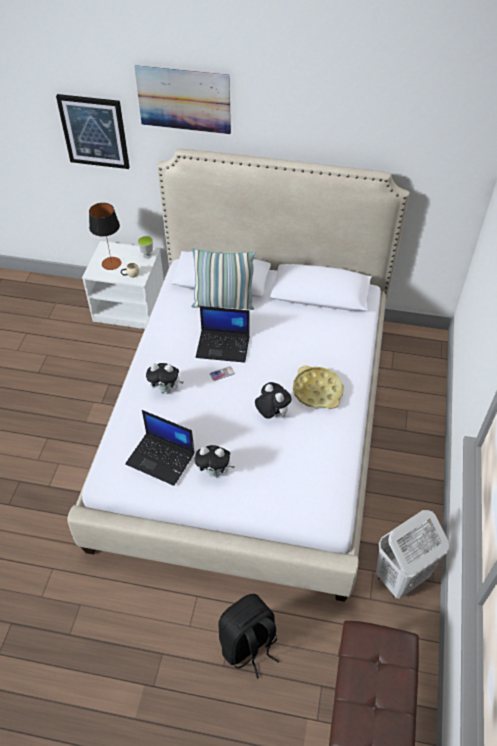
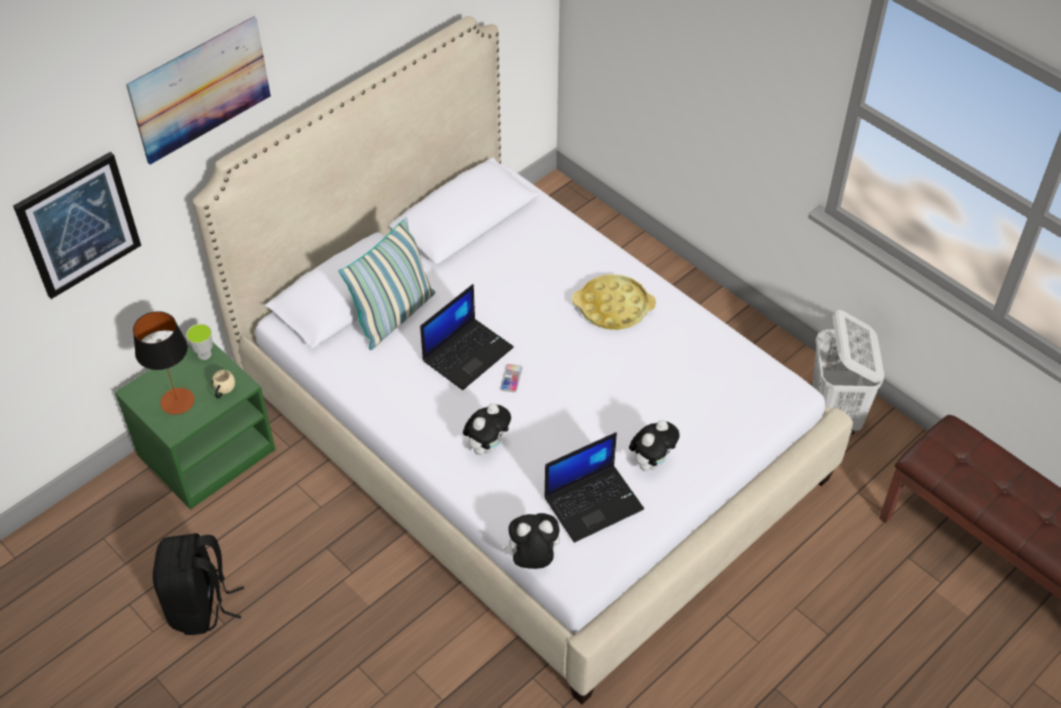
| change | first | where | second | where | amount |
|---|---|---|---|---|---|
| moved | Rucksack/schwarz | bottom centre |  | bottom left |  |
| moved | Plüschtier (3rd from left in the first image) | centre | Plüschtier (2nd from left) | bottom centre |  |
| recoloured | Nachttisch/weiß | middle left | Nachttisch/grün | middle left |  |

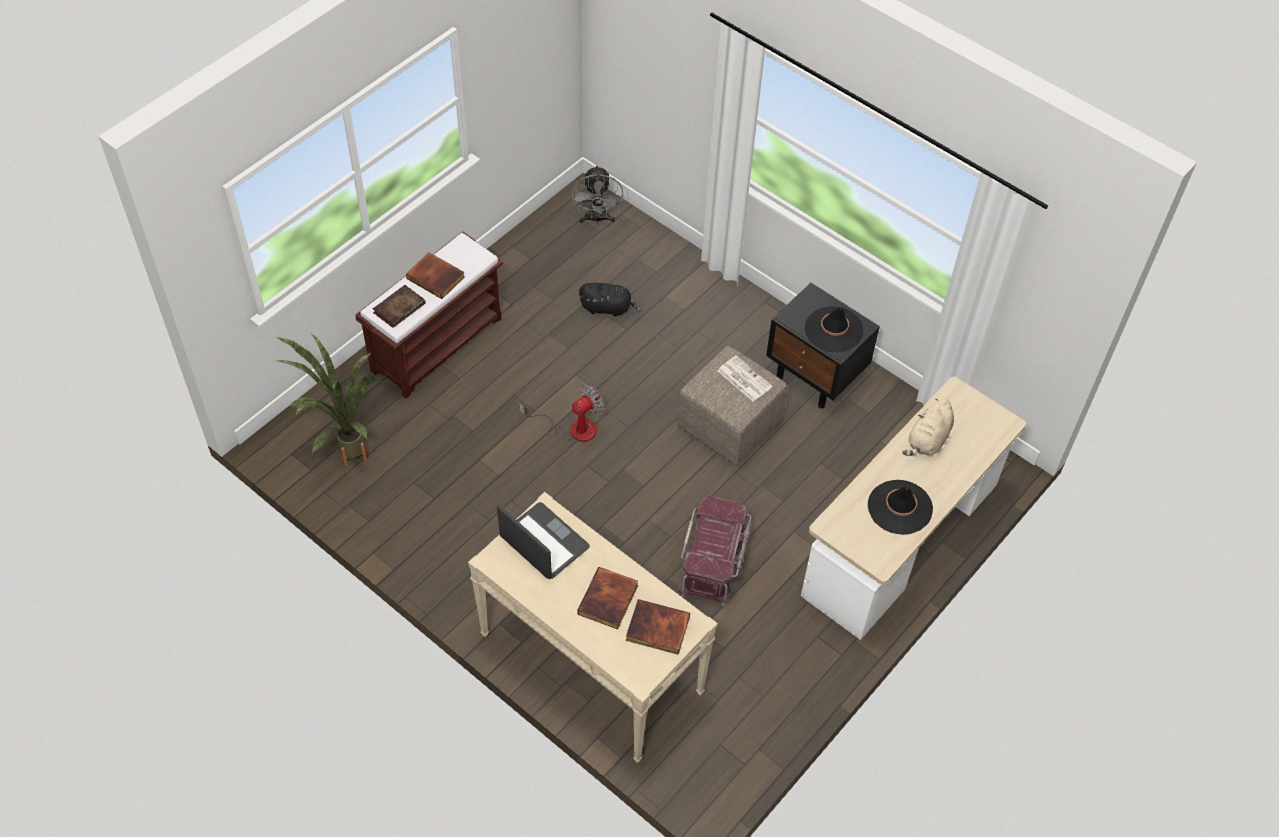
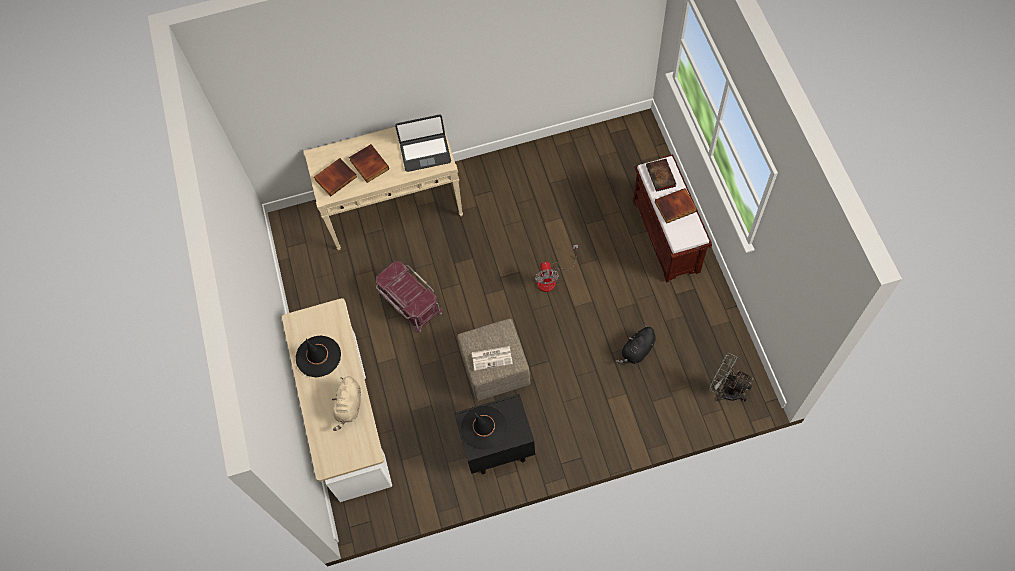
| change | first | where | second | where | amount |
|---|---|---|---|---|---|
| removed | Topfpflanze | middle left |  |  |  |
| turned | Plüschtier/beige | middle right |  | bottom centre | 150 degrees counterclockwise |

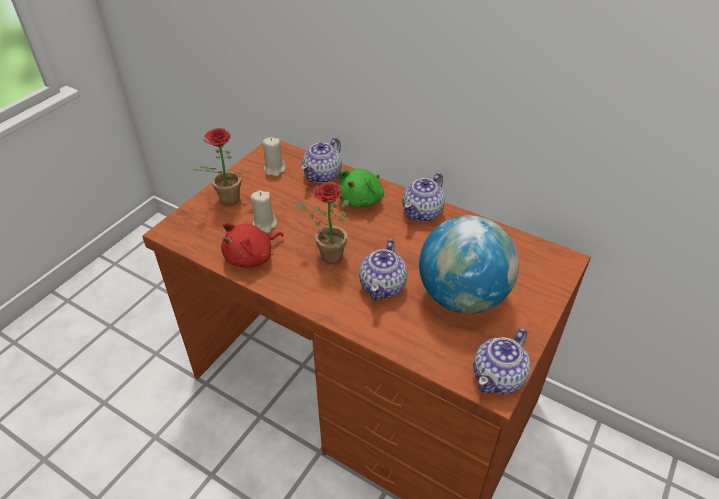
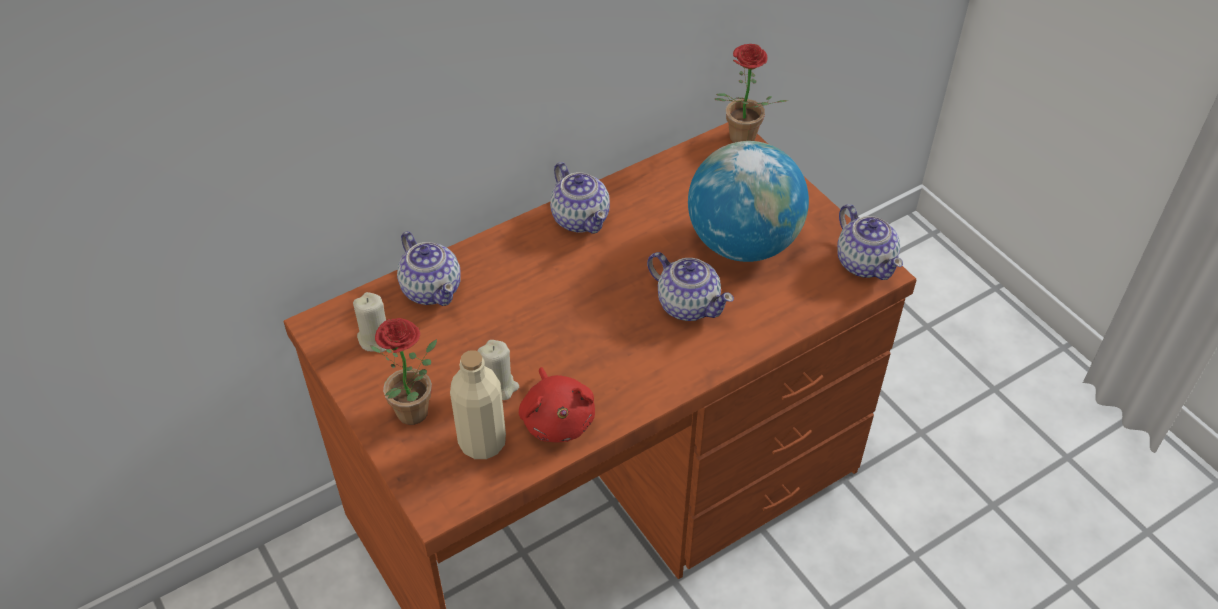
| change | first | where | second | where | amount |
|---|---|---|---|---|---|
| removed | Plüschtier/grün | centre |  |  |  |
| added |  |  | Flasche/beige | centre |  |
| moved | Topfpflanze (2nd from left) | centre |  | top centre |  |

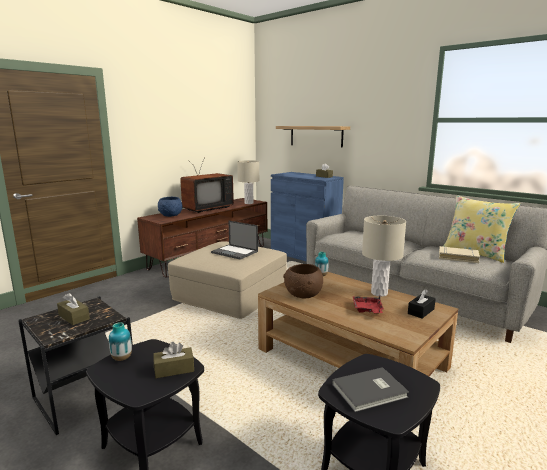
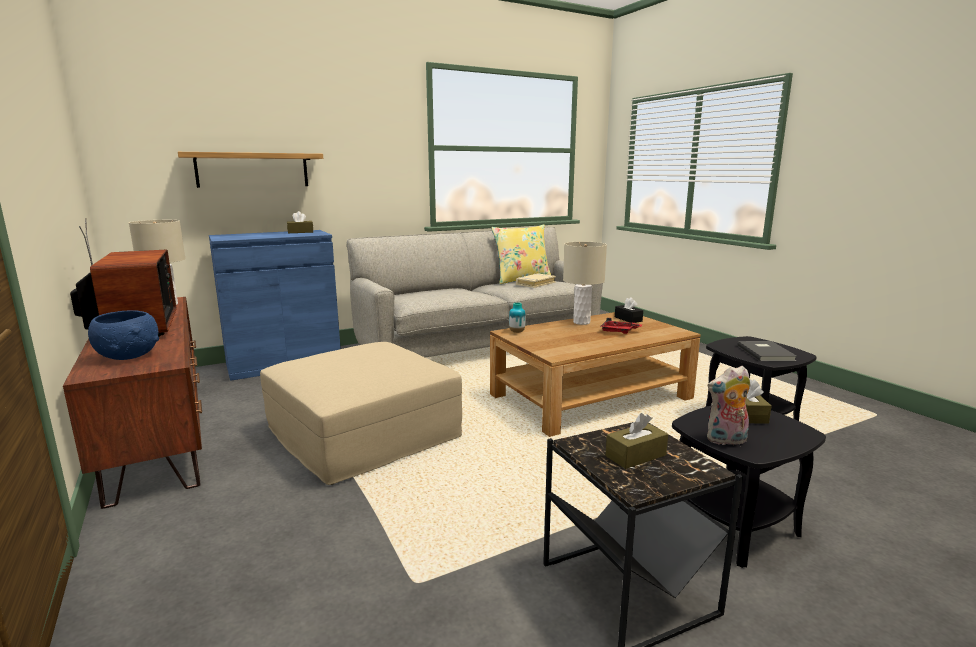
| change | first | where | second | where | amount |
|---|---|---|---|---|---|
| removed | Laptop | centre |  |  |  |
| removed | Schüssel/braun | centre |  |  |  |
| replaced | Vase (1st from left) | bottom left | Plüschtier | middle right |  |

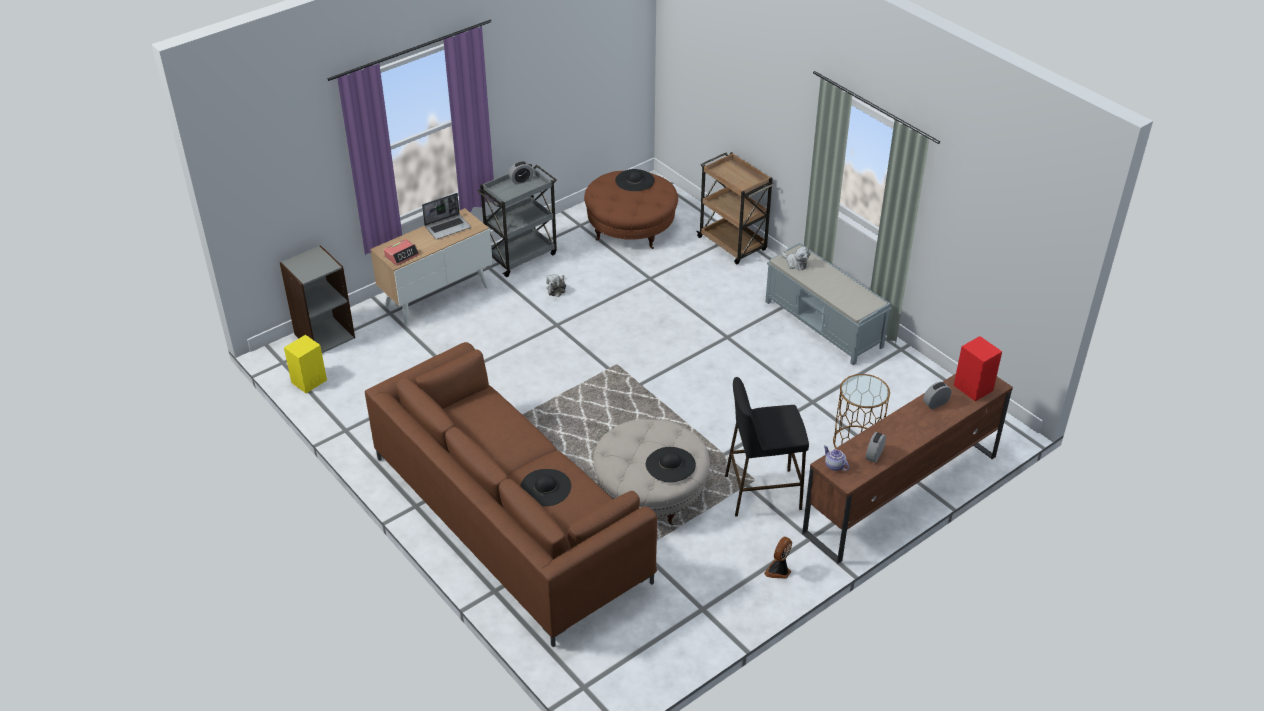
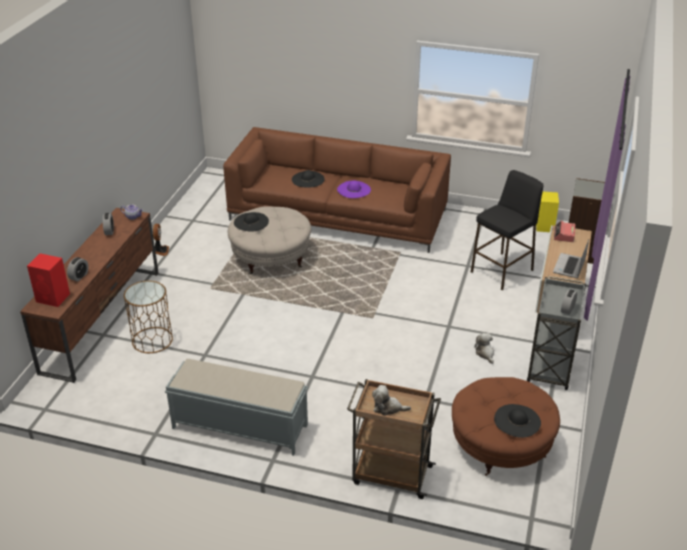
| change | first | where | second | where | amount |
|---|---|---|---|---|---|
| added |  |  | Hut/lila | centre |  |
| moved | Hocker/schwarz | centre |  | middle right |  |
| moved | Plüschtier (2nd from left in the first image) | centre | Plüschtier (1st from left) | bottom centre |  |

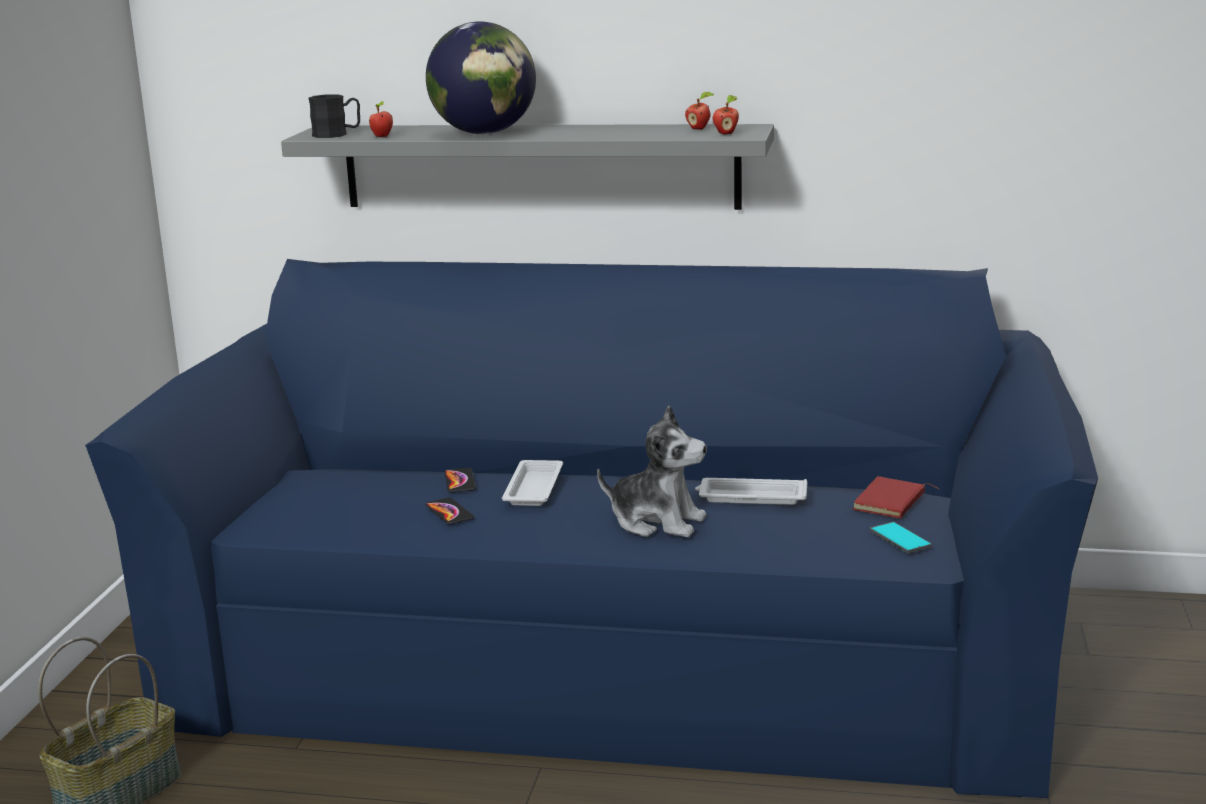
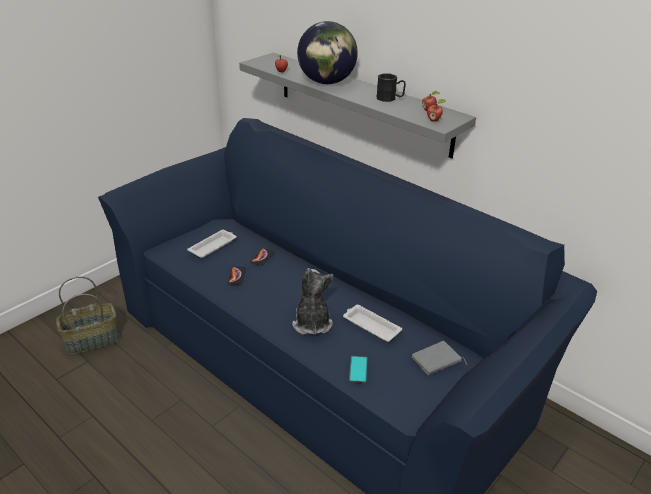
| change | first | where | second | where | amount |
|---|---|---|---|---|---|
| moved | Henkelbecher/schwarz | top left |  | top centre |  |
| moved | Tablett/weiß (1st from left) | centre |  | middle left |  |
| moved | Handy (3rd from left) | bottom right |  | bottom centre |  |
| recoloured | Buch/rot | middle right | Buch/grau | bottom right |  |
| turned | Plüschtier | centre |  | centre | 150 degrees counterclockwise |

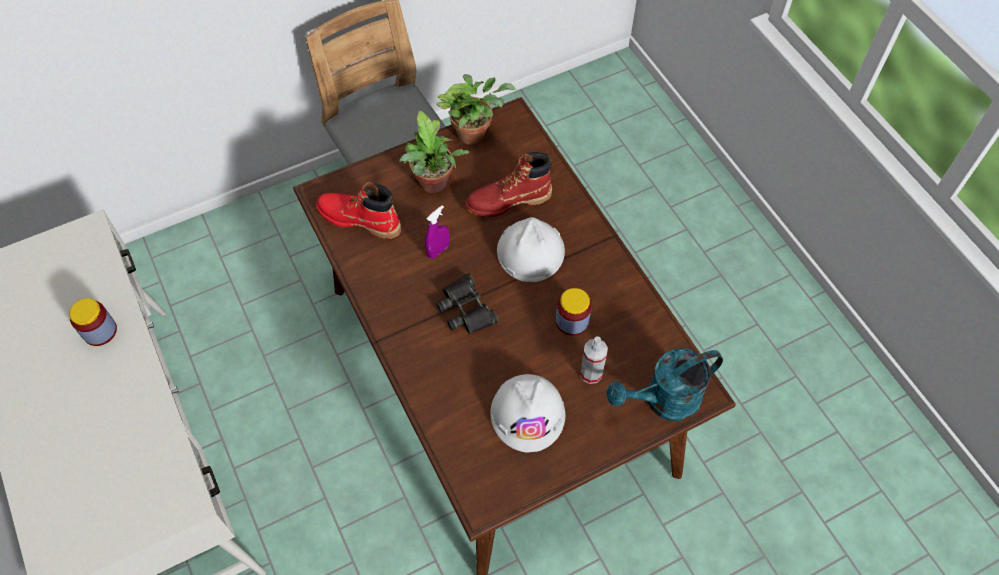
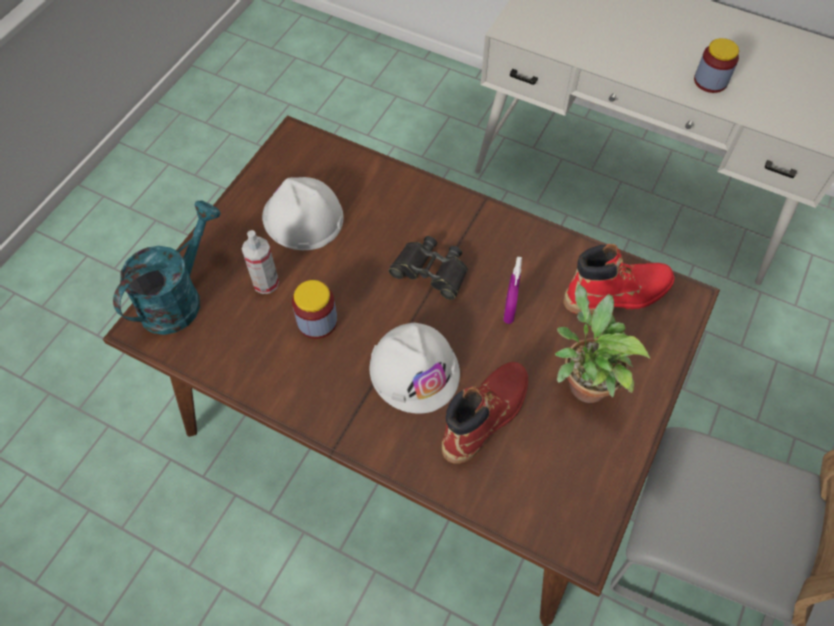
| change | first | where | second | where | amount |
|---|---|---|---|---|---|
| removed | Topfpflanze (2nd from left) | top centre |  |  |  |

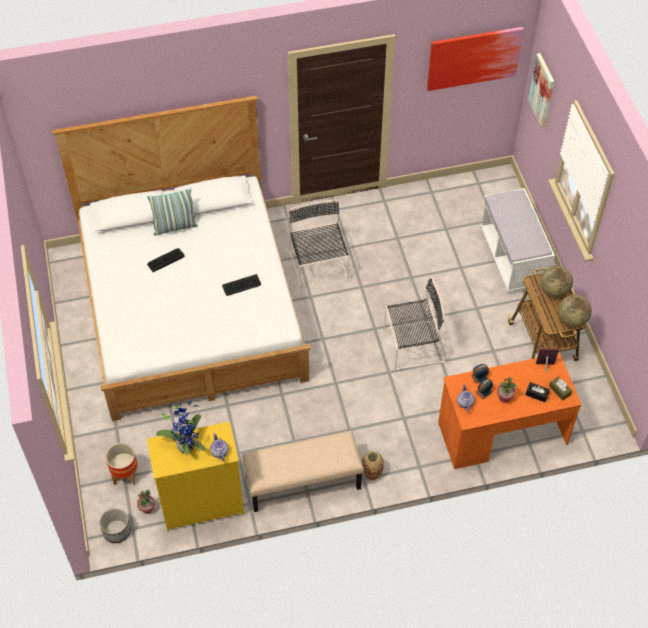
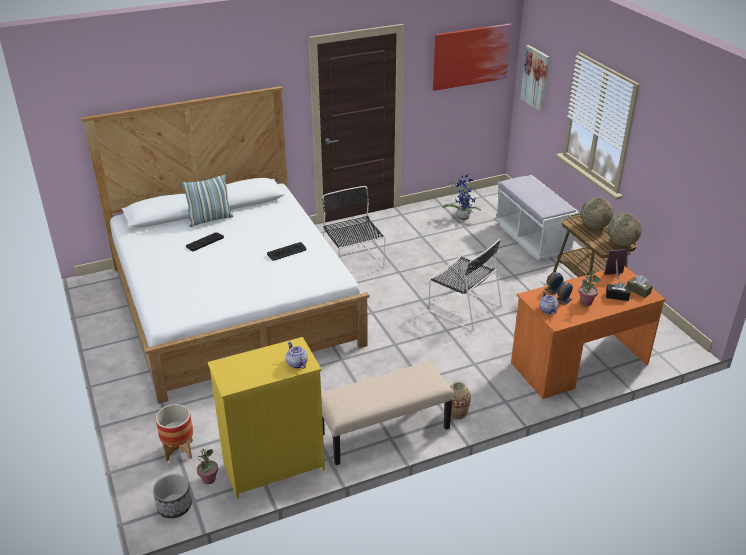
| change | first | where | second | where | amount |
|---|---|---|---|---|---|
| moved | Topfpflanze (2nd from left) | bottom left |  | centre |  |
| turned | Stuhl/schwarz (2nd from left) | centre |  | centre | 60 degrees clockwise |

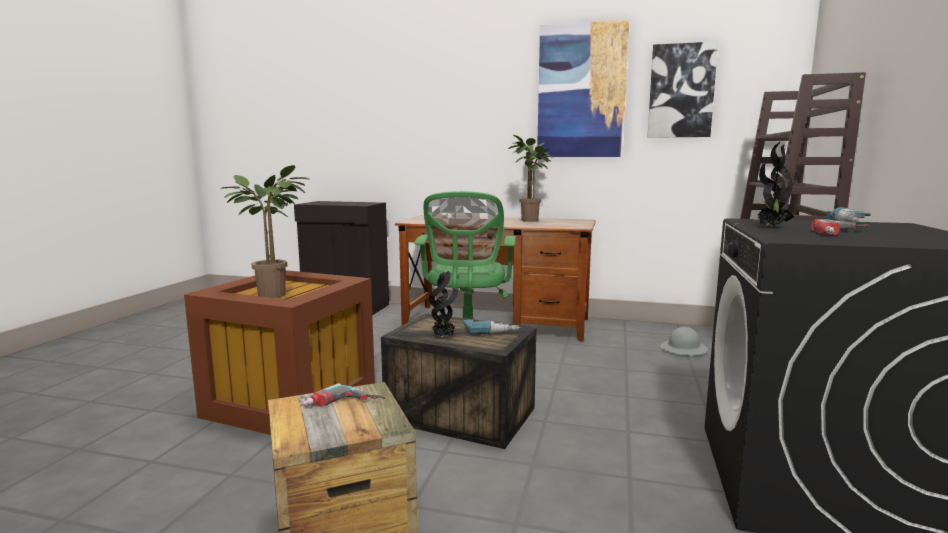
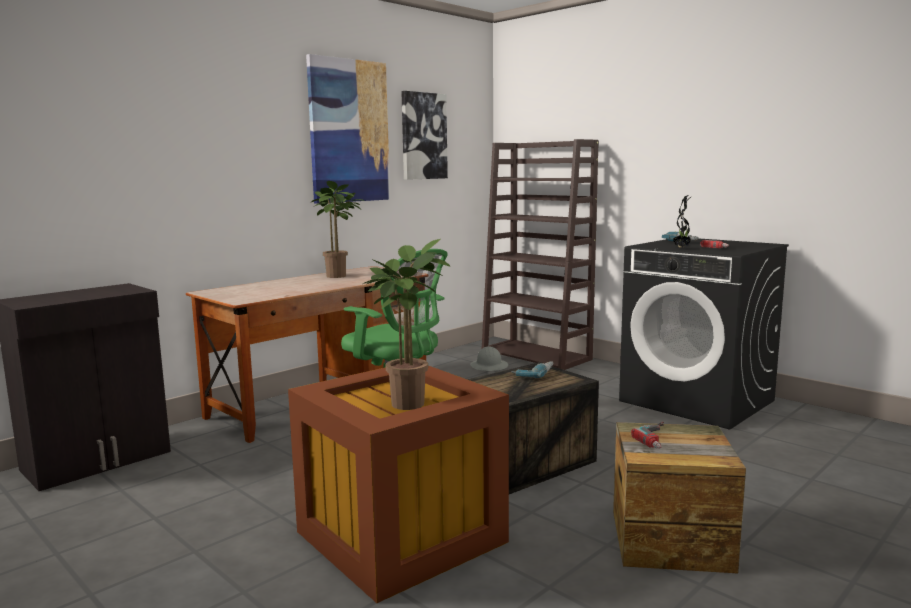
| change | first | where | second | where | amount |
|---|---|---|---|---|---|
| removed | Topfpflanze (2nd from left) | centre |  |  |  |

